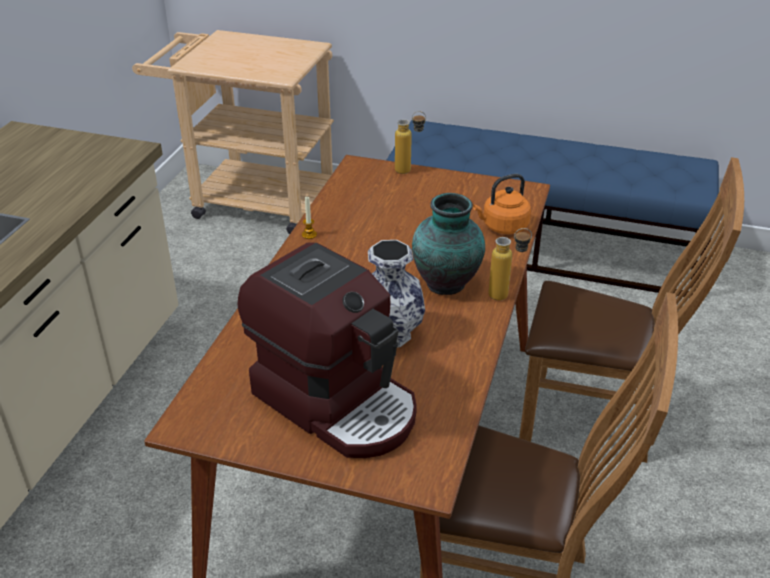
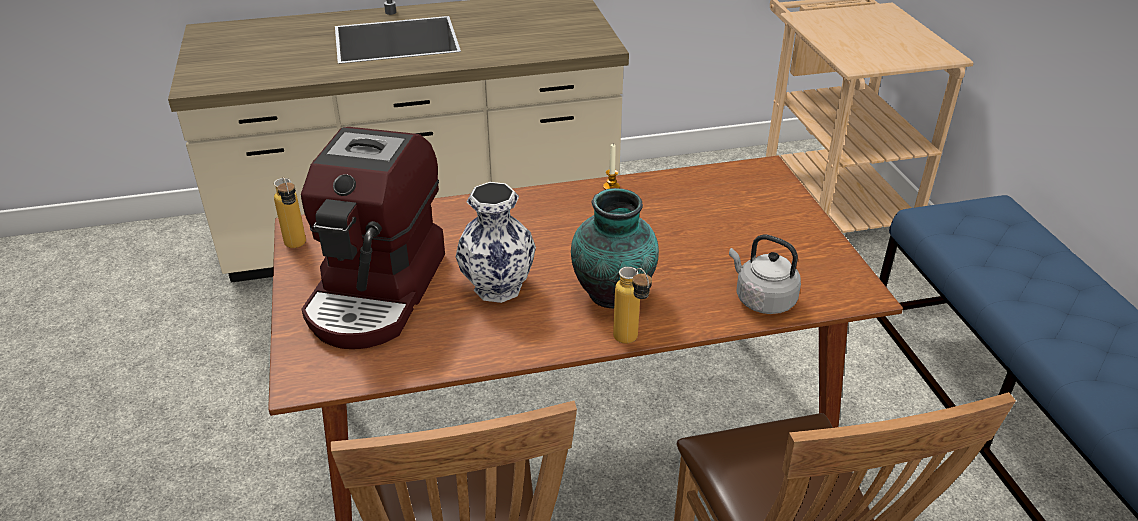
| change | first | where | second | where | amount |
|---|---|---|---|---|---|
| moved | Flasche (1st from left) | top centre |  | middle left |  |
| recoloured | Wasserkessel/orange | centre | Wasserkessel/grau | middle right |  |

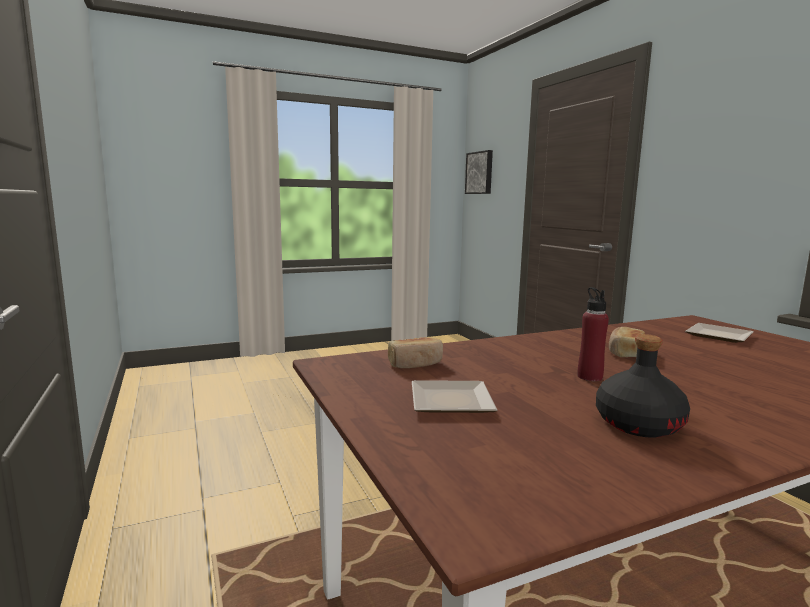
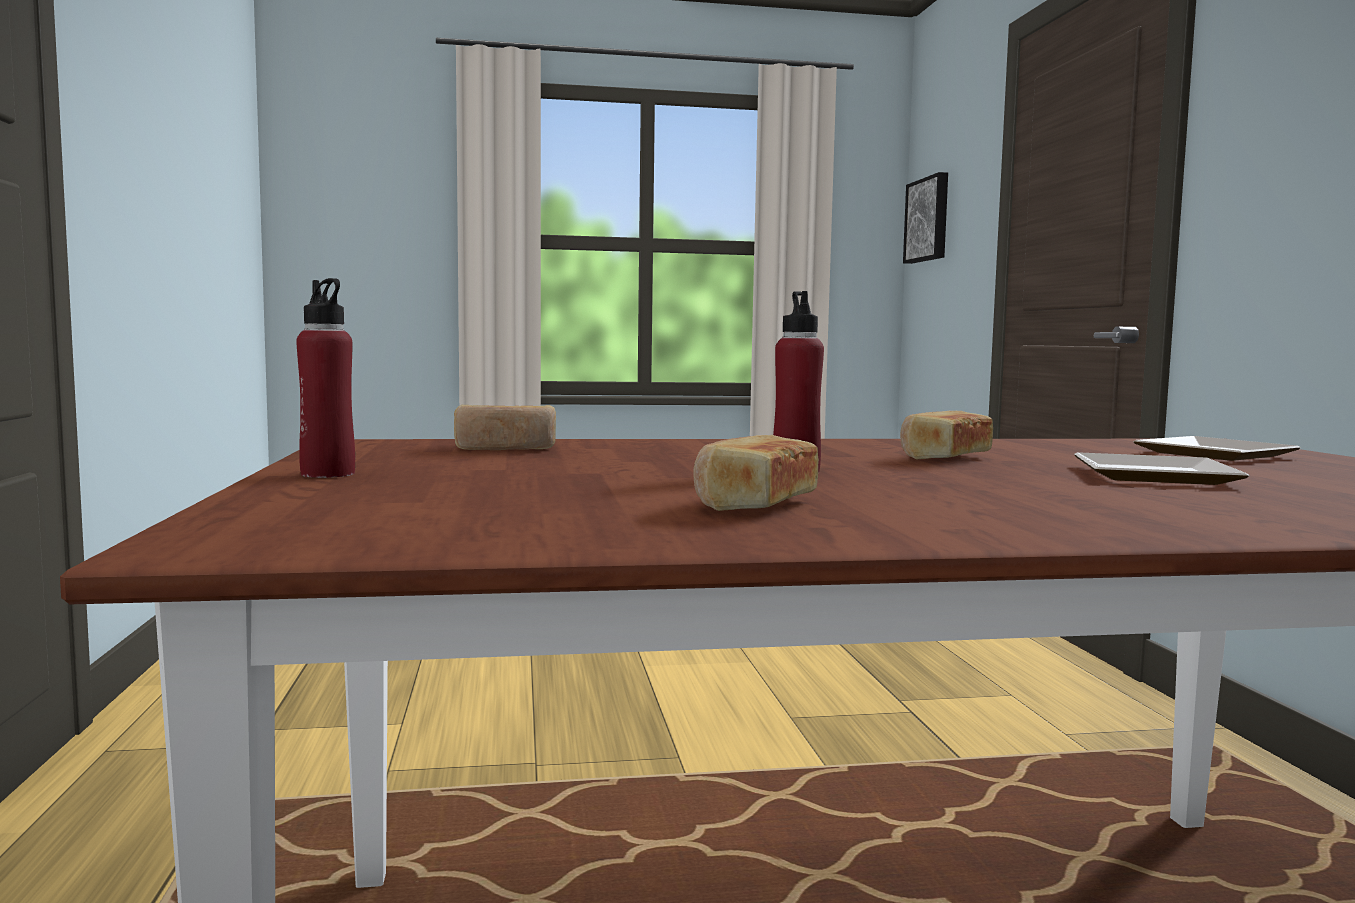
| change | first | where | second | where | amount |
|---|---|---|---|---|---|
| added |  |  | Flasche/rot (1st from left) | middle left |  |
| moved | Teller (1st from left) | centre |  | middle right |  |
| replaced | Flasche/schwarz | middle right | Brot (2nd from left) | centre |  |

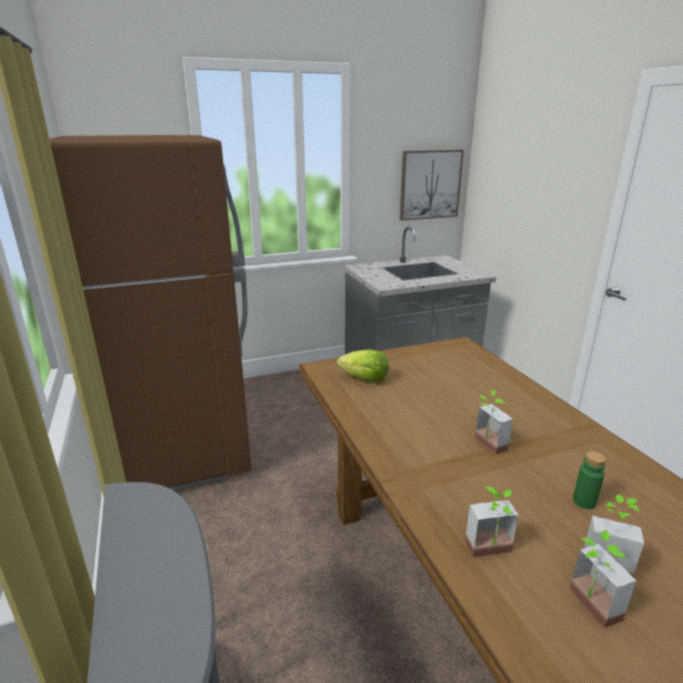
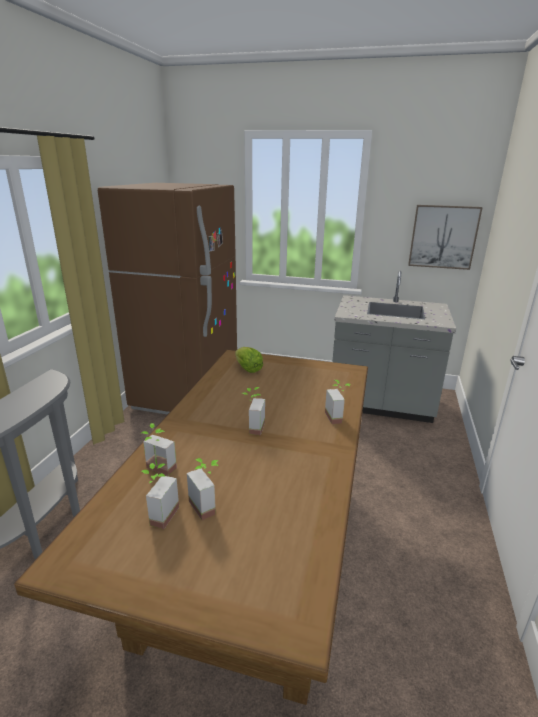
| change | first | where | second | where | amount |
|---|---|---|---|---|---|
| removed | Flasche/grün | bottom right |  |  |  |
| added |  |  | Topfpflanze (5th from left) | centre |  |

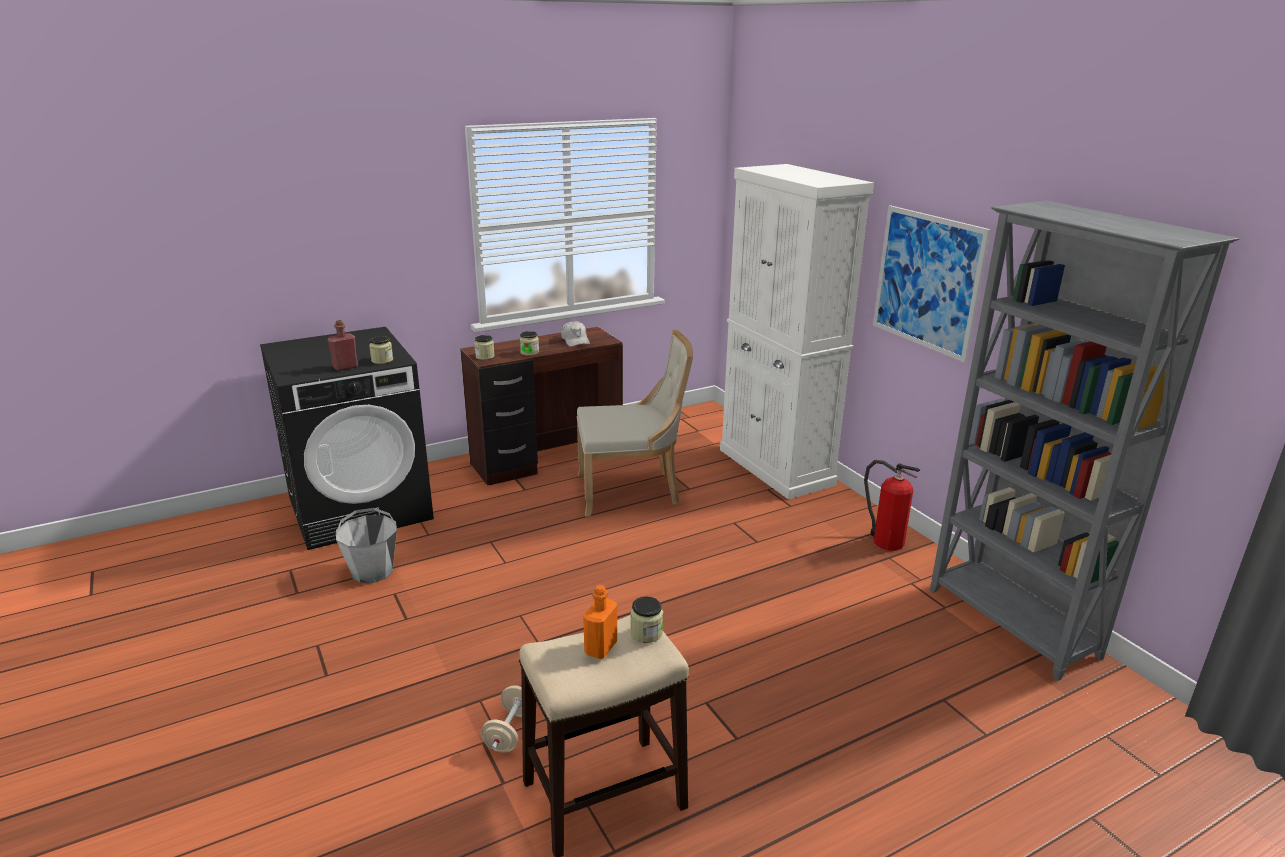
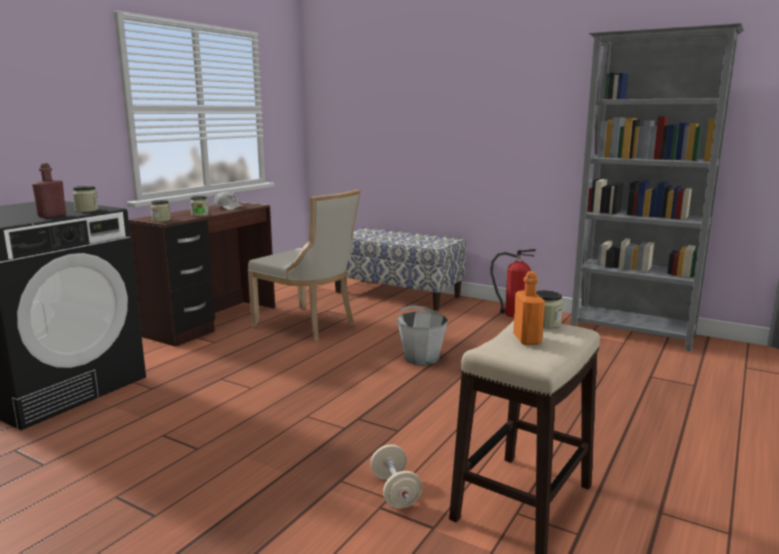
| change | first | where | second | where | amount |
|---|---|---|---|---|---|
| removed | Bild | top right |  |  |  |
| moved | Eimer/grau | middle left |  | centre |  |
| replaced | Schrank/weiß | centre | Bank | centre |  |
| turned | Stuhl/beige | centre |  | centre | 75 degrees clockwise |

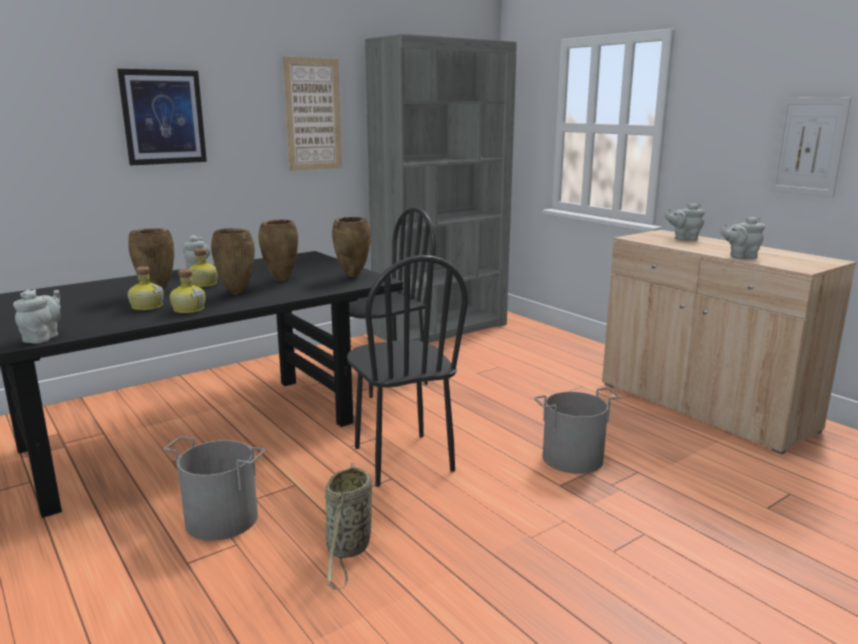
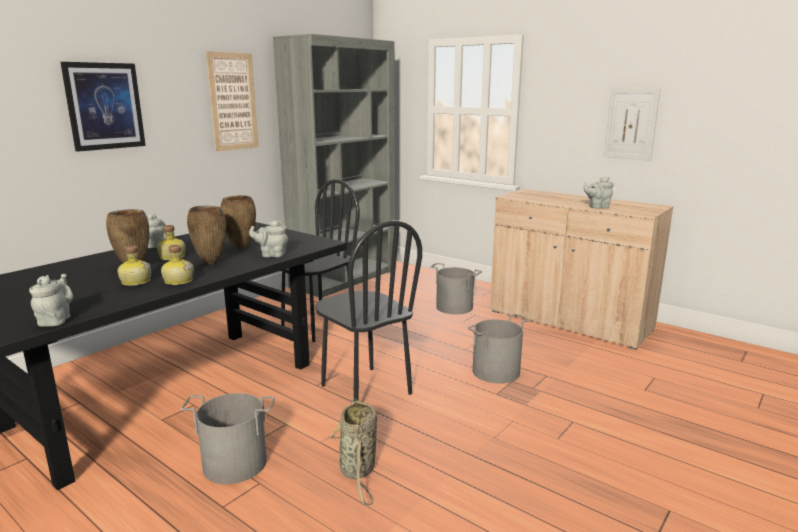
| change | first | where | second | where | amount |
|---|---|---|---|---|---|
| removed | Vase/braun (4th from left) | centre |  |  |  |
| added |  |  | Eimer/grau (2nd from left) | centre |  |
| moved | Teekanne/grau (3rd from left) | middle right |  | centre |  |

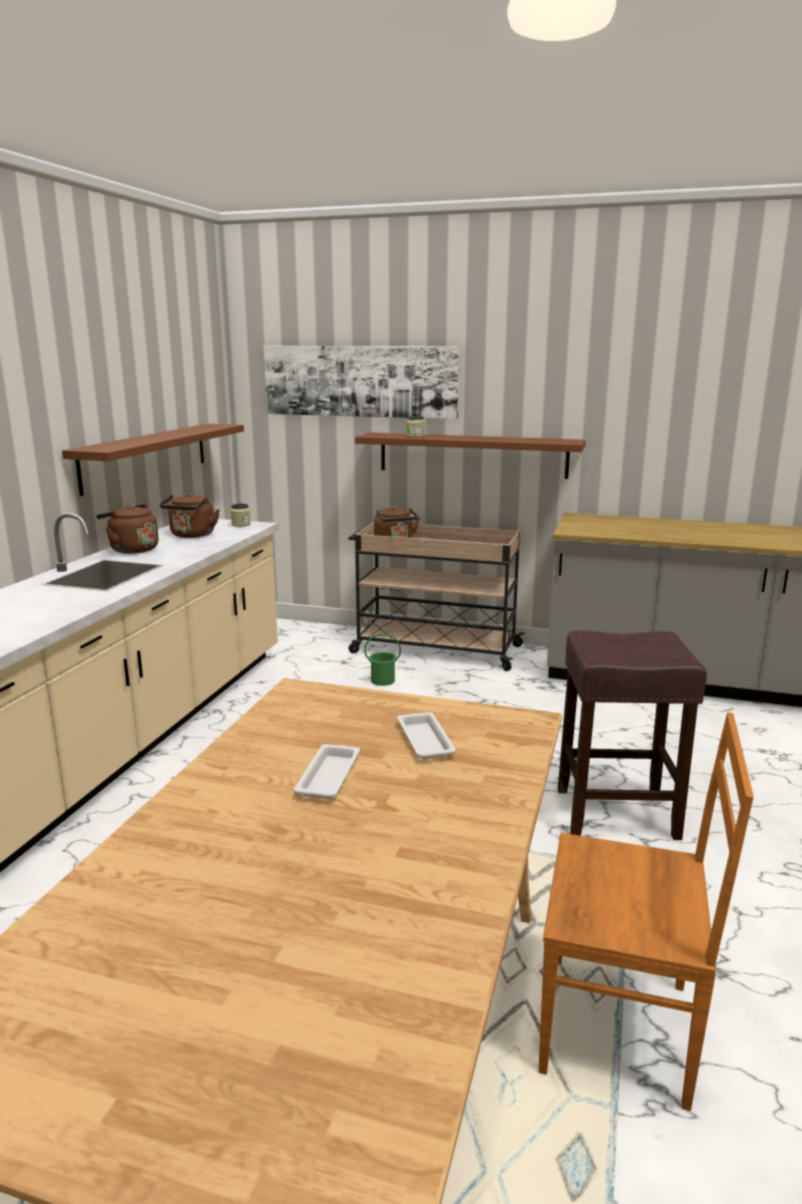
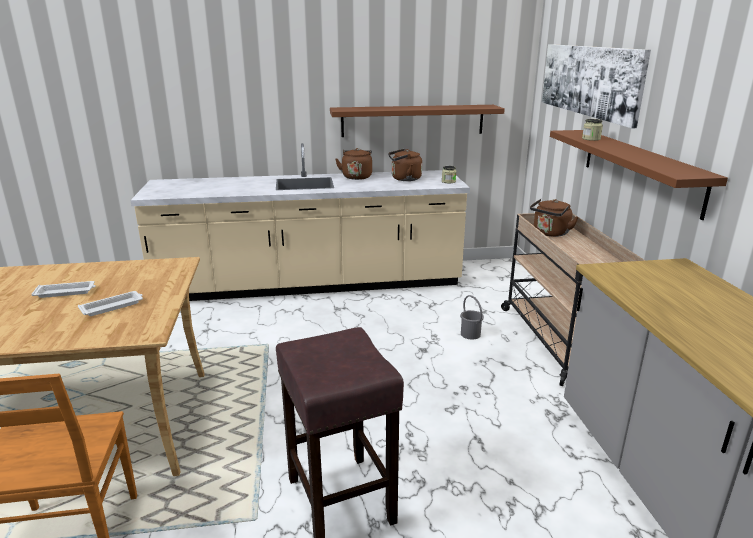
| change | first | where | second | where | amount |
|---|---|---|---|---|---|
| recoloured | Eimer/grün | centre | Eimer/grau | centre |  |

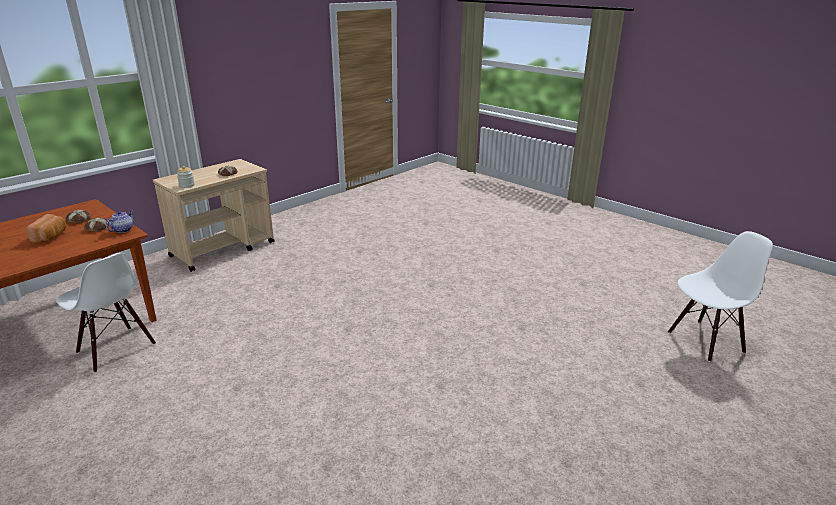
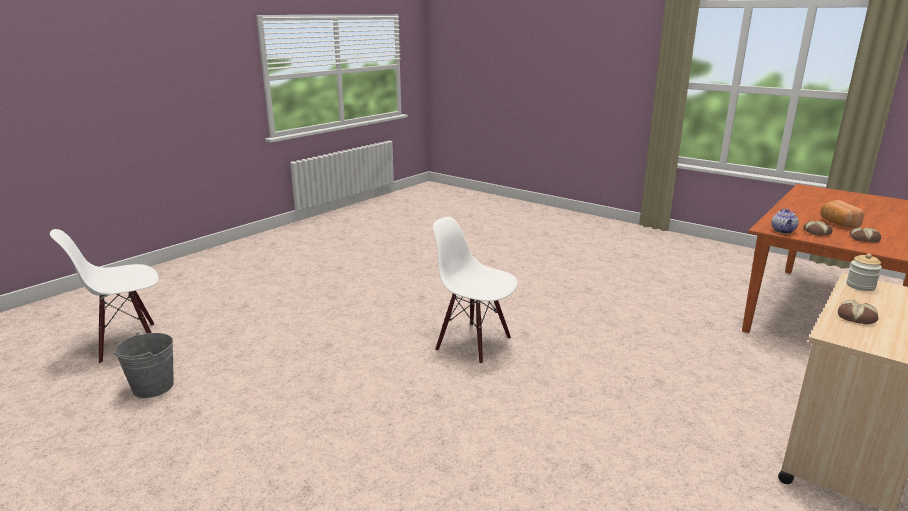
| change | first | where | second | where | amount |
|---|---|---|---|---|---|
| added |  |  | Eimer/grau | bottom left |  |
| moved | Stuhl/weiß (1st from left in the first image) | middle left | Stuhl/weiß (2nd from left) | centre |  |

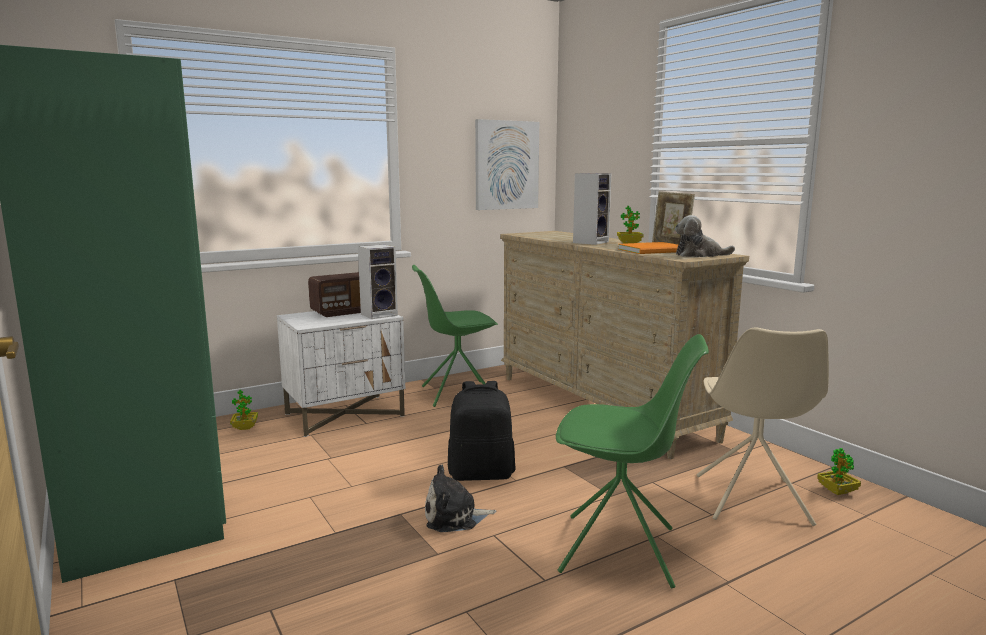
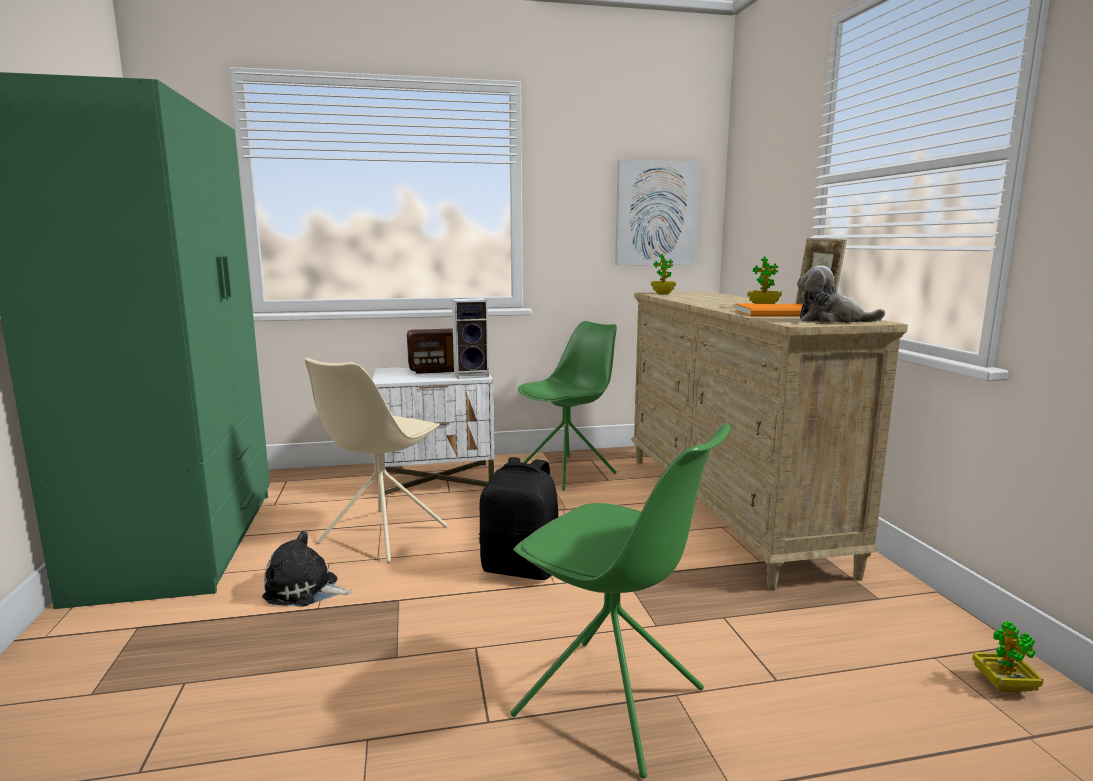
| change | first | where | second | where | amount |
|---|---|---|---|---|---|
| removed | Lautsprecher (2nd from left) | top centre |  |  |  |
| moved | Topfpflanze (1st from left) | middle left |  | centre |  |
| moved | Plüschtier (1st from left) | bottom centre |  | bottom left |  |
| moved | Stuhl/beige | bottom right |  | centre |  |
| turned | Stuhl/grün (1st from left) | centre |  | centre | 135 degrees clockwise |

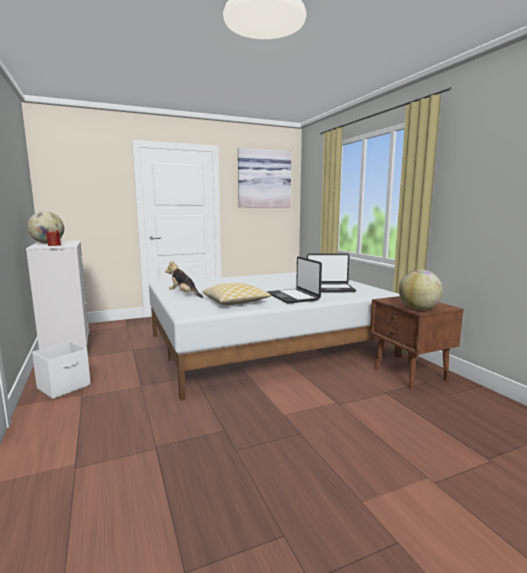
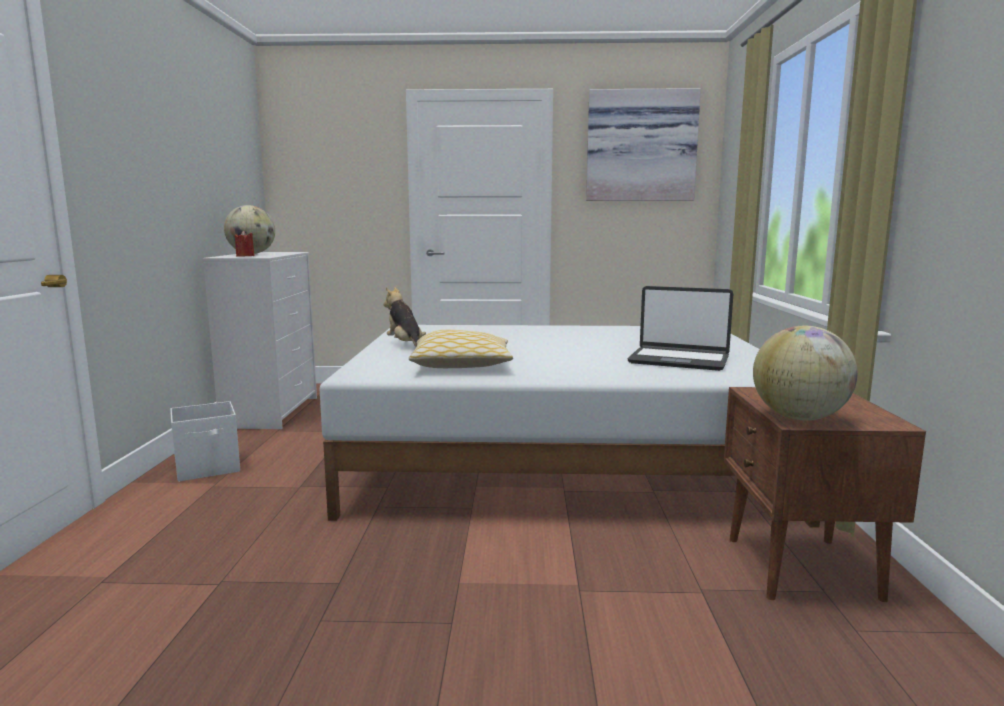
| change | first | where | second | where | amount |
|---|---|---|---|---|---|
| removed | Laptop (1st from left) | centre |  |  |  |

